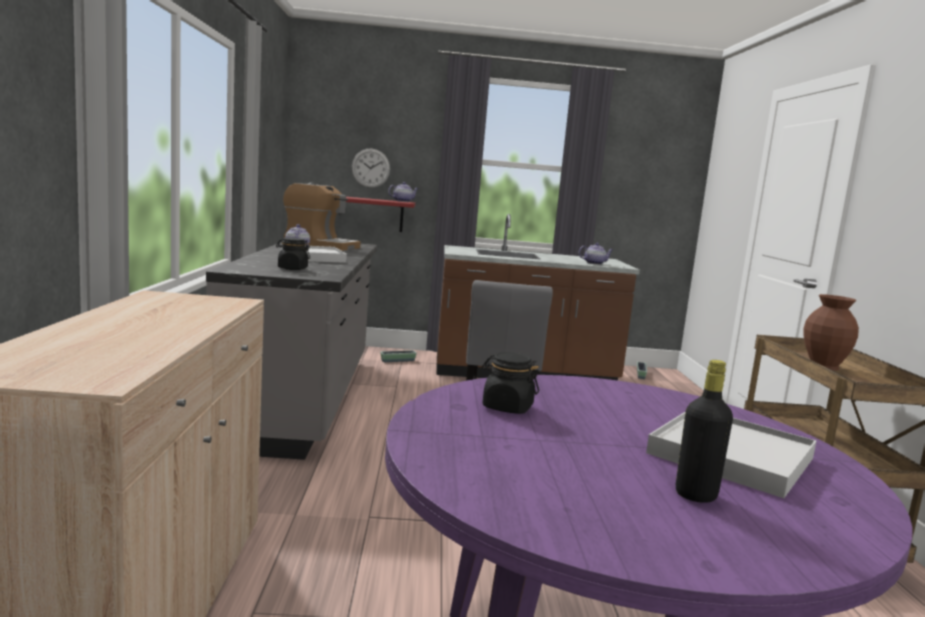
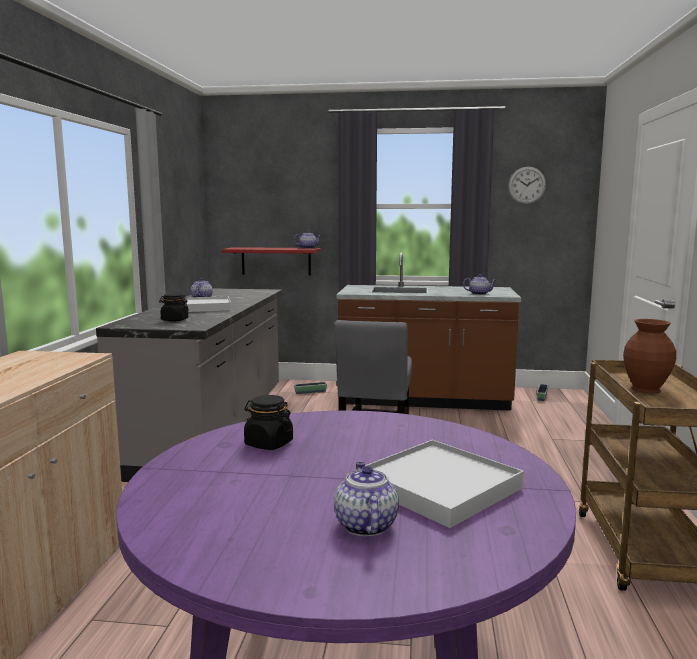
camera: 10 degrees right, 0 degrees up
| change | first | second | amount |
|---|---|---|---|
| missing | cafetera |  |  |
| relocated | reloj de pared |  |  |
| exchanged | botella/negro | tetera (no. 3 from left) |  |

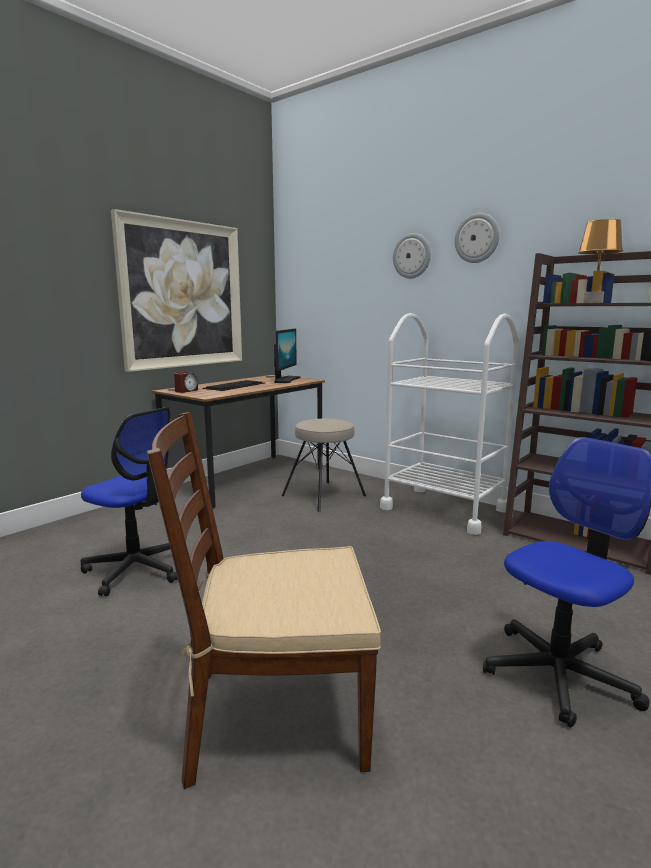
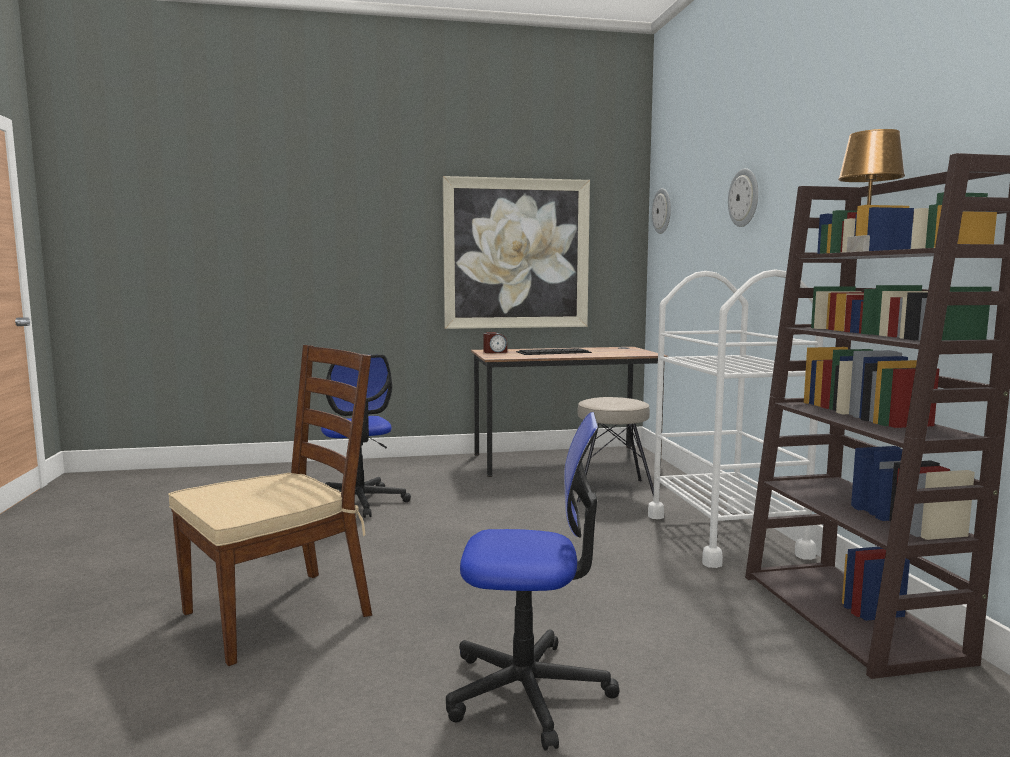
camera: 40 degrees right, 5 degrees down
| change | first | second | amount |
|---|---|---|---|
| missing | monitor |  |  |
| relocated | reloj de pared (no. 2 from left in the first image) | reloj de pared (no. 1 from left) |  |
| spun | silla/marrón |  | 105 degrees clockwise |

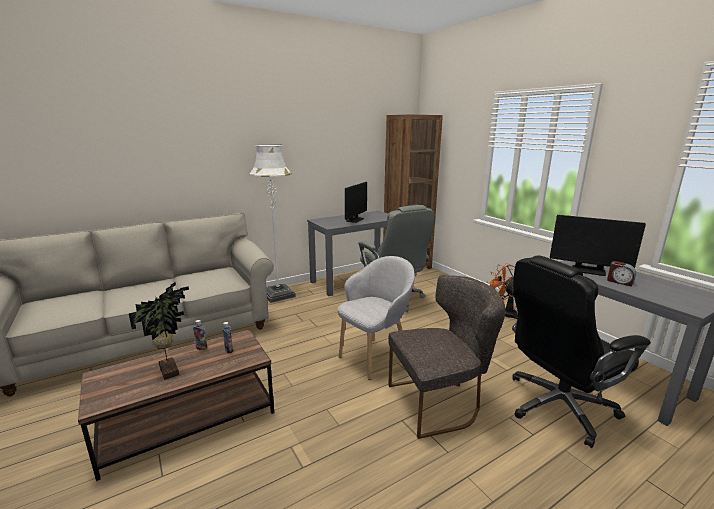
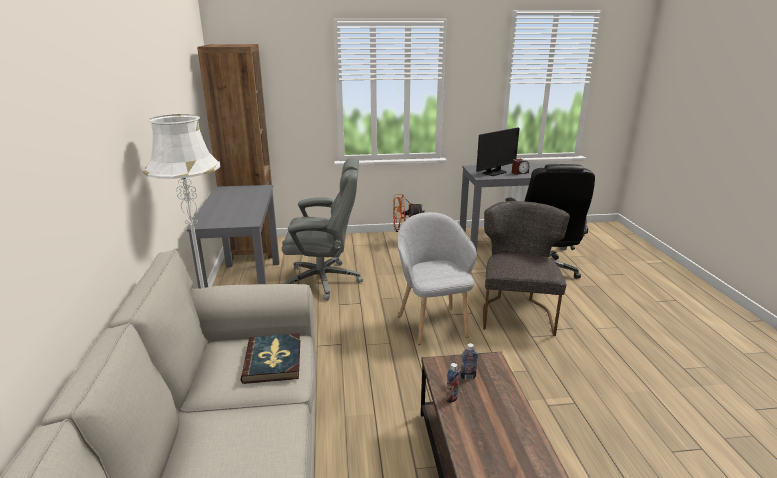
camera: 65 degrees left, 5 degrees up
| change | first | second | amount |
|---|---|---|---|
| missing | planta en maceta |  |  |
| missing | monitor (no. 1 from left) |  |  |
| appeared |  | libro |  |

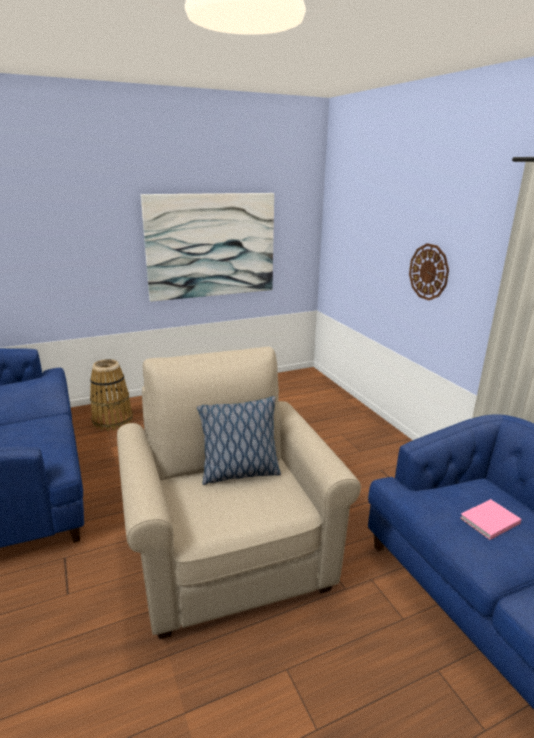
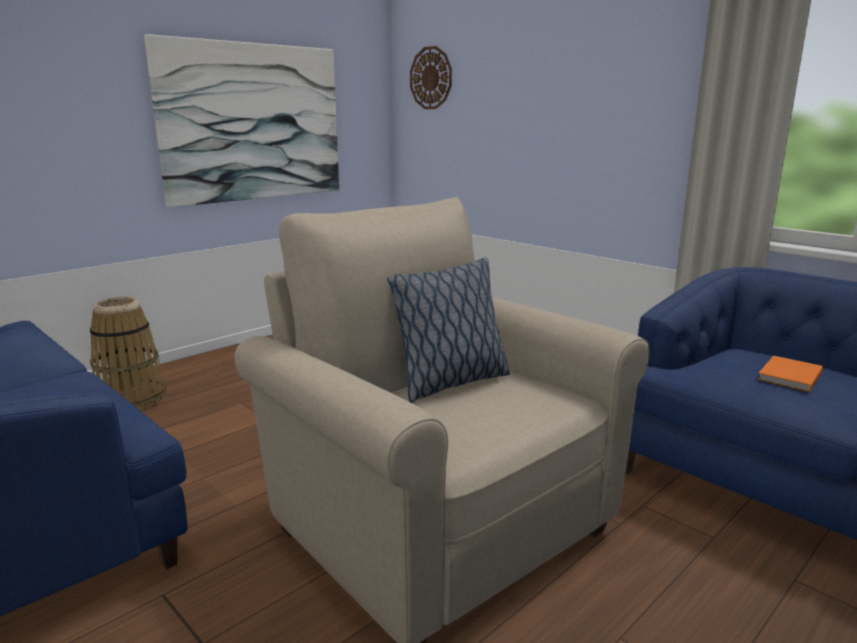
camera: 20 degrees left, 5 degrees down
| change | first | second | amount |
|---|---|---|---|
| relocated | reloj de pared |  |  |
| colour | libro/rosa | libro/naranja |  |

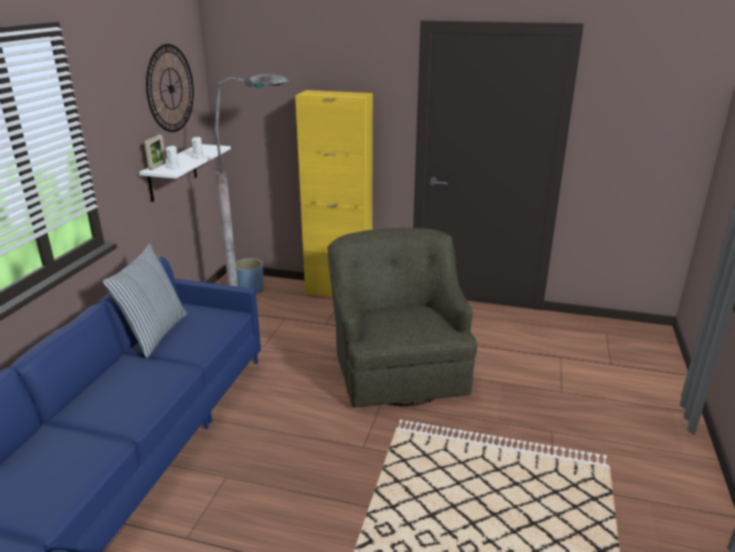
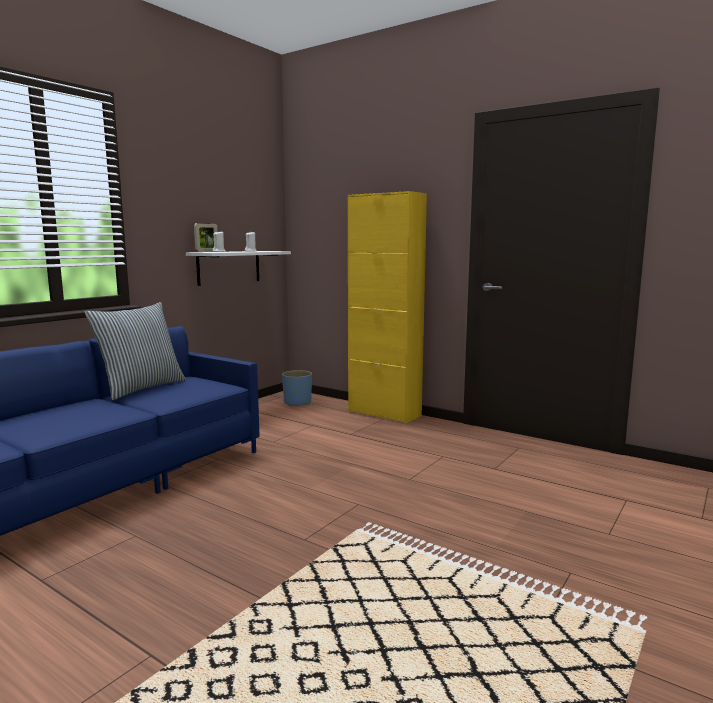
camera: 20 degrees right, 15 degrees down
| change | first | second | amount |
|---|---|---|---|
| missing | reloj de pared |  |  |
| missing | lámpara de pie/gris |  |  |
| missing | sillón/verde |  |  |

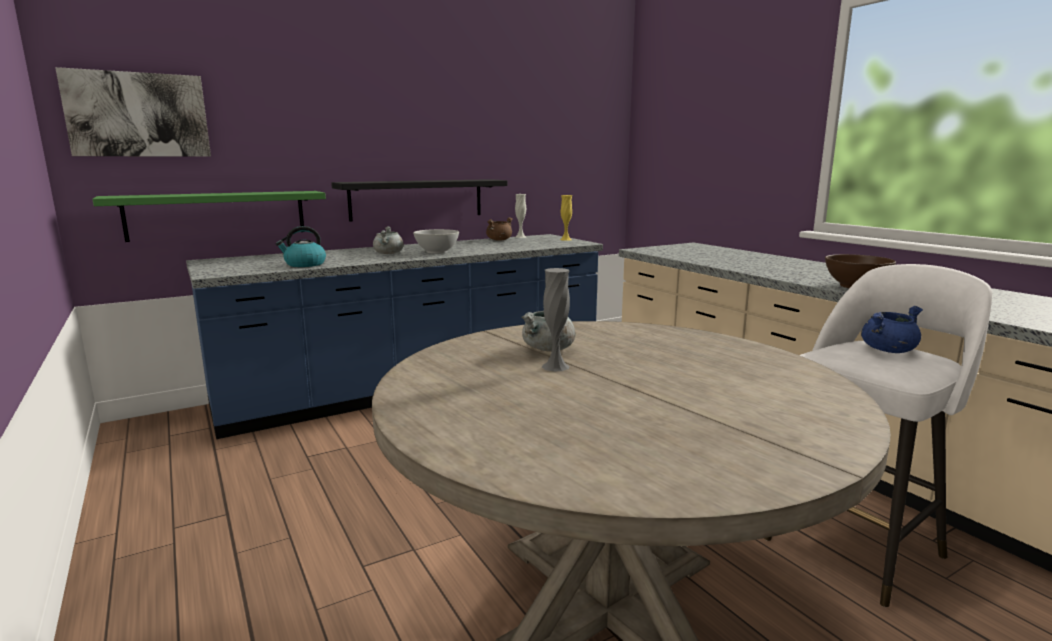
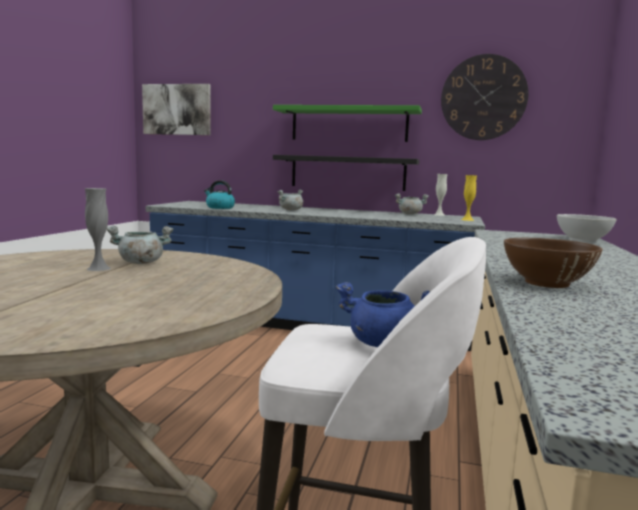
camera: 45 degrees right, 5 degrees down
| change | first | second | amount |
|---|---|---|---|
| appeared |  | reloj de pared |  |
| relocated | estante/verde |  |  |
| relocated | cuenco/blanco |  |  |
| colour | olla/marrón | olla/gris (no. 3 from left) |  |

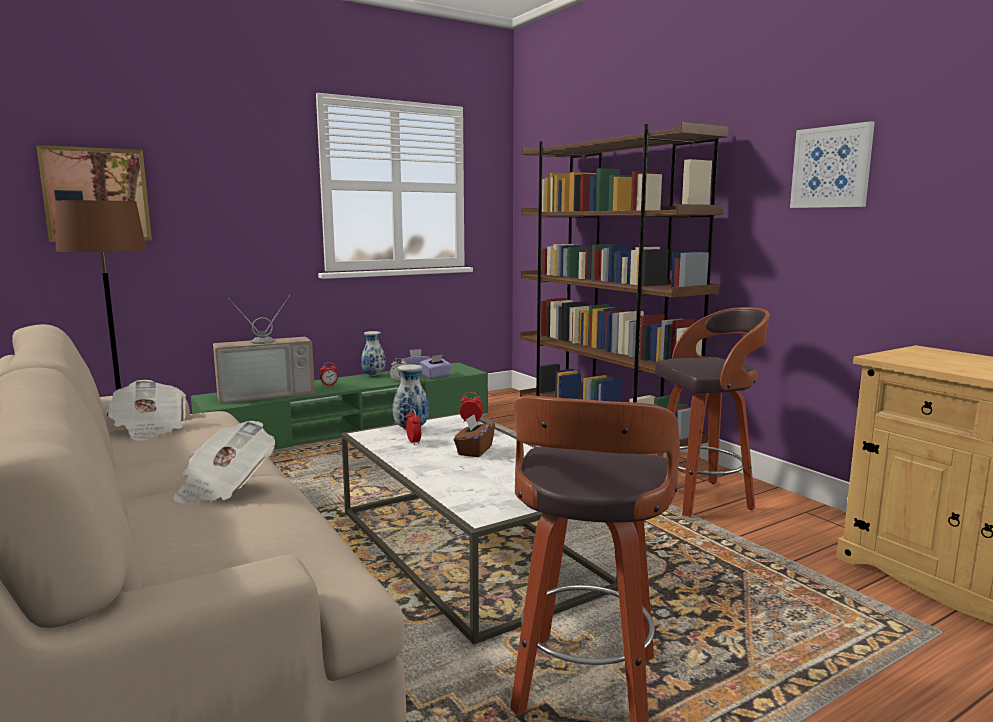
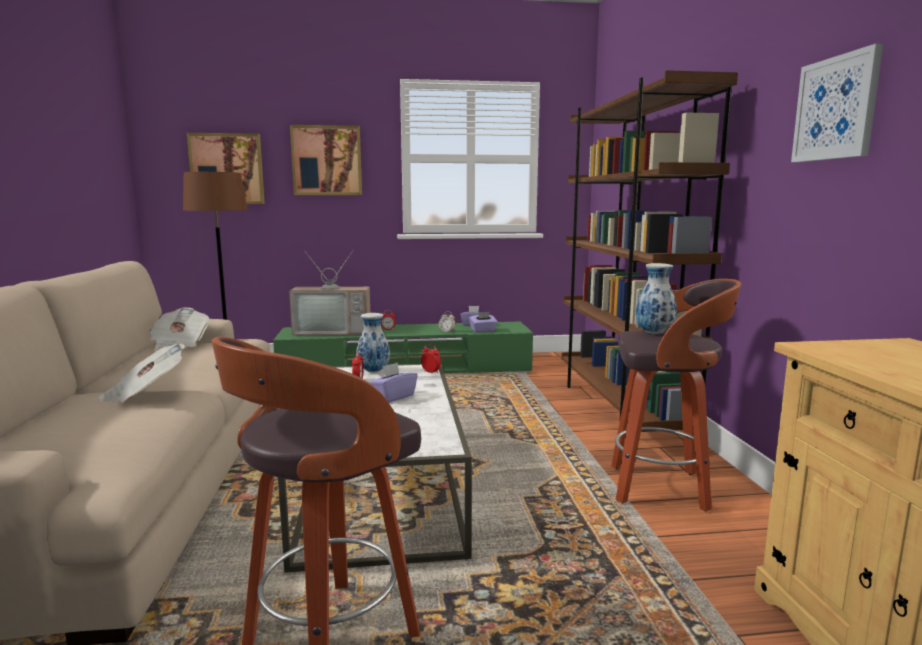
camera: 25 degrees right, 0 degrees up
| change | first | second | amount |
|---|---|---|---|
| appeared |  | cuadro (no. 2 from left) |  |
| relocated | florero (no. 1 from left in the first image) | florero (no. 2 from left) |  |
| colour | caja de pañuelos/marrón | caja de pañuelos/morado (no. 1 from left) |  |

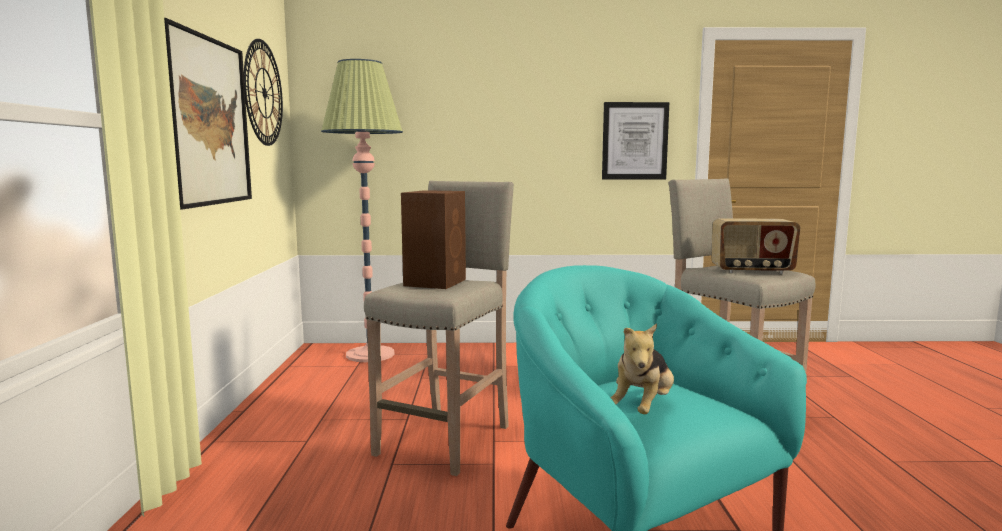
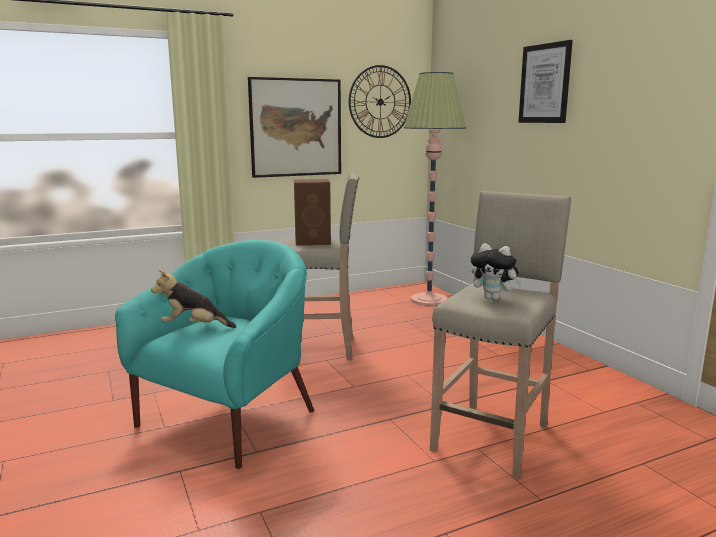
camera: 65 degrees right, 5 degrees up
| change | first | second | amount |
|---|---|---|---|
| relocated | cuadro (no. 2 from left) |  |  |
| exchanged | radio | peluche (no. 2 from left) |  |

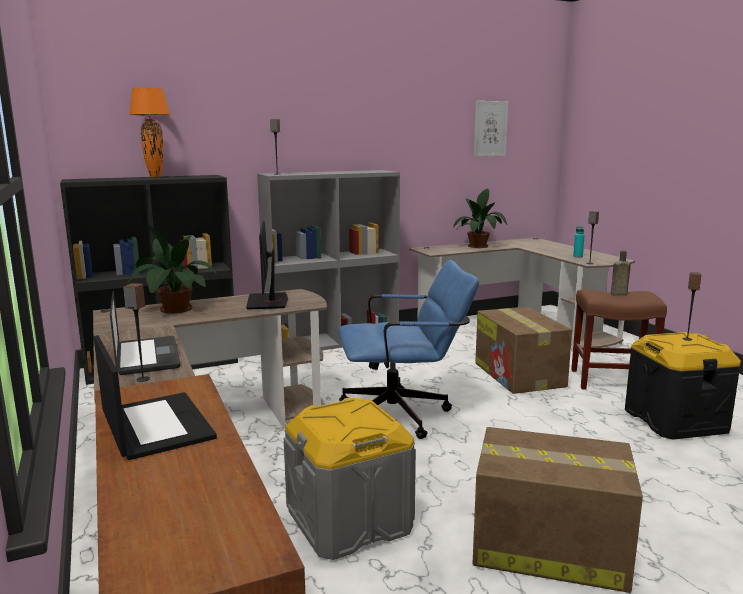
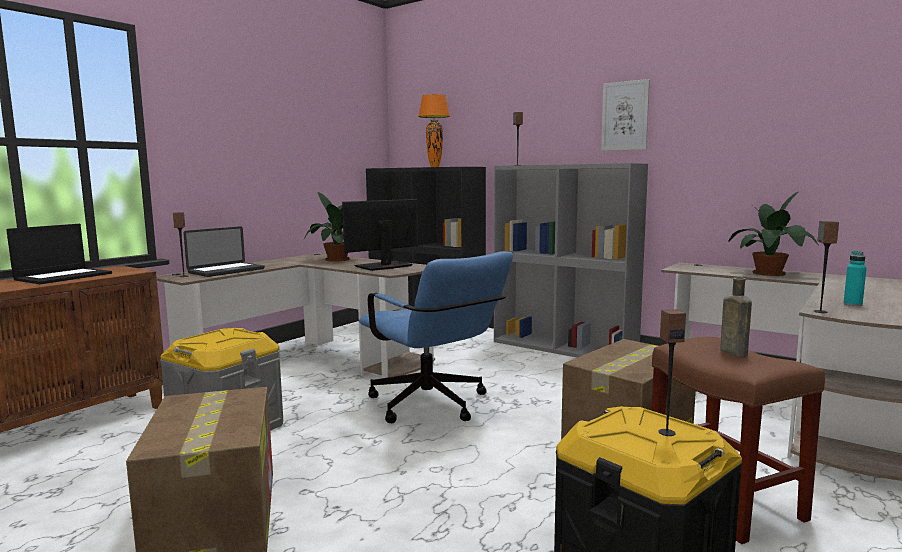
camera: 60 degrees right, 5 degrees down
| change | first | second | amount |
|---|---|---|---|
| relocated | cuadro |  |  |

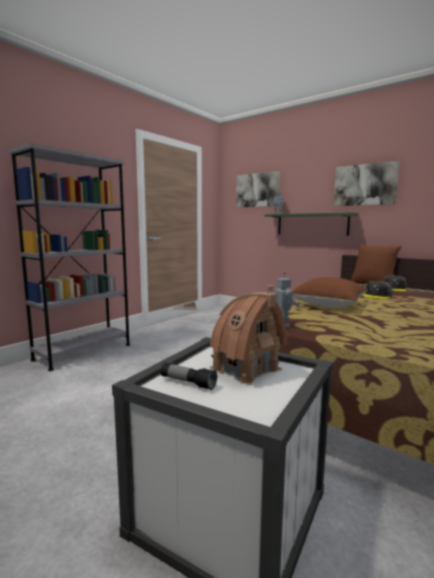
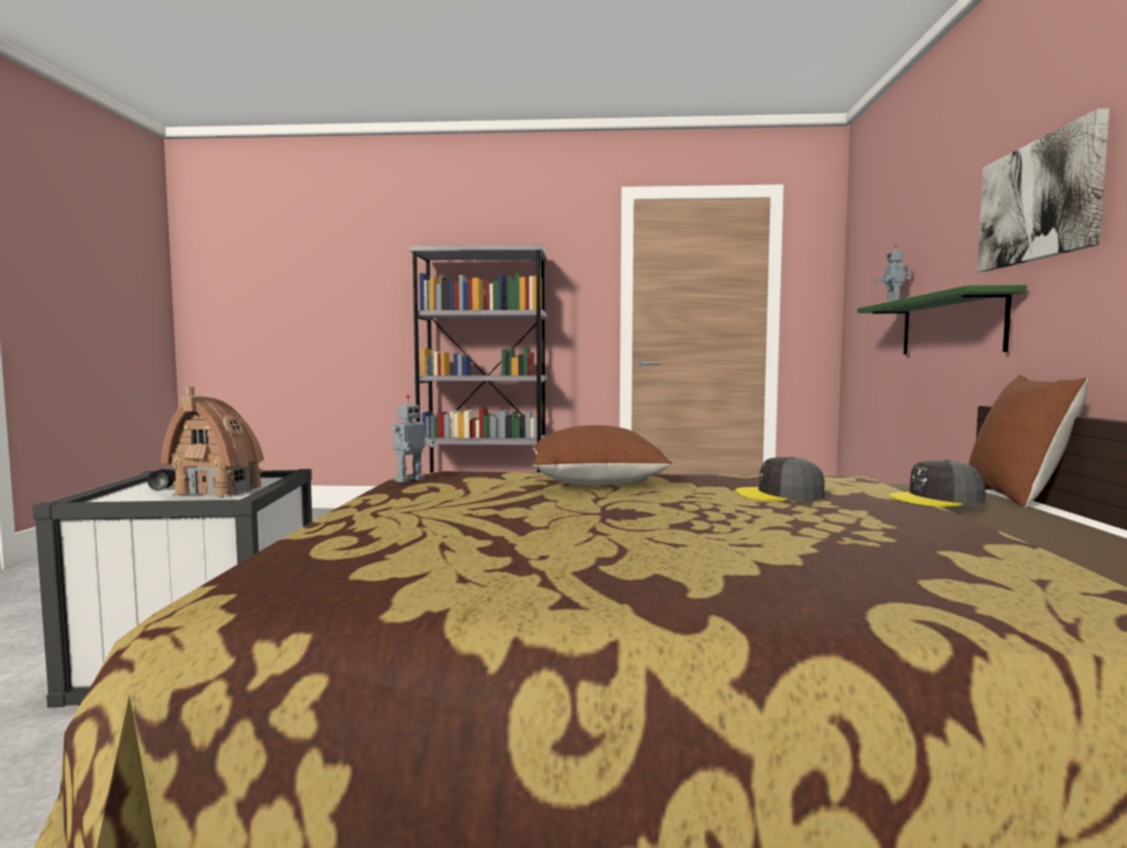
camera: 55 degrees right, 5 degrees down
| change | first | second | amount |
|---|---|---|---|
| missing | cuadro (no. 1 from left) |  |  |

